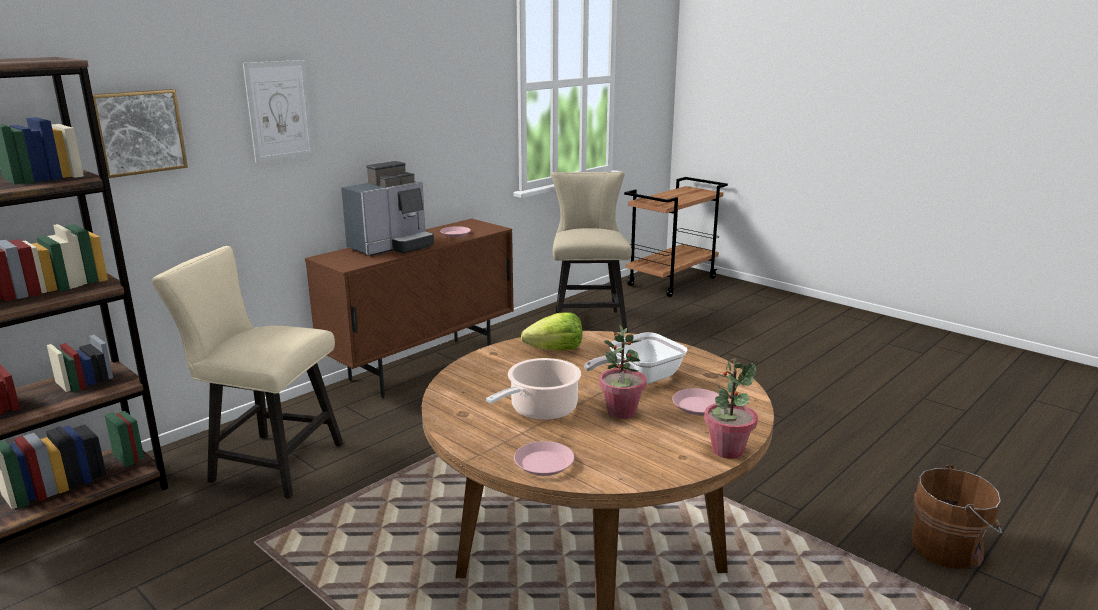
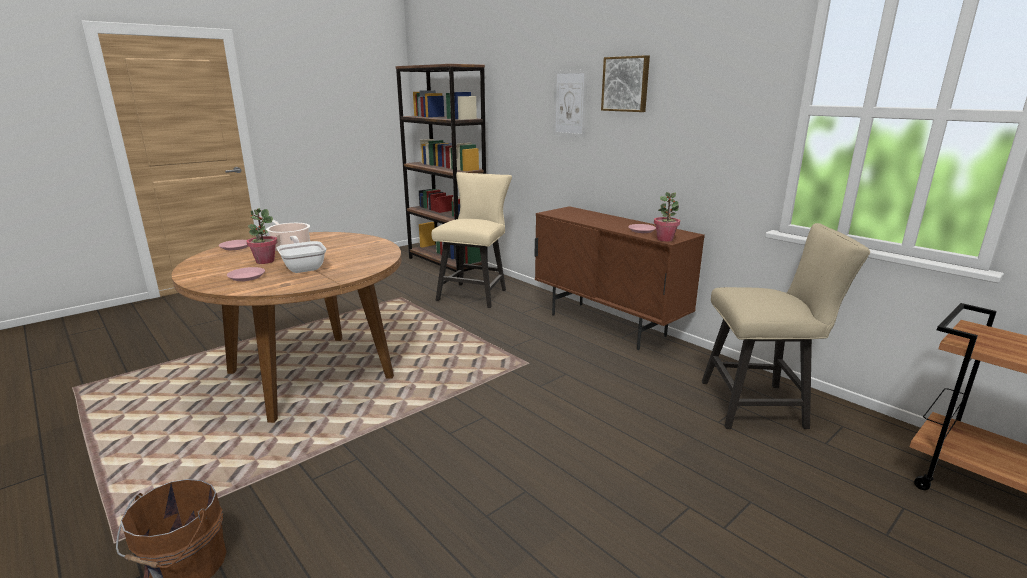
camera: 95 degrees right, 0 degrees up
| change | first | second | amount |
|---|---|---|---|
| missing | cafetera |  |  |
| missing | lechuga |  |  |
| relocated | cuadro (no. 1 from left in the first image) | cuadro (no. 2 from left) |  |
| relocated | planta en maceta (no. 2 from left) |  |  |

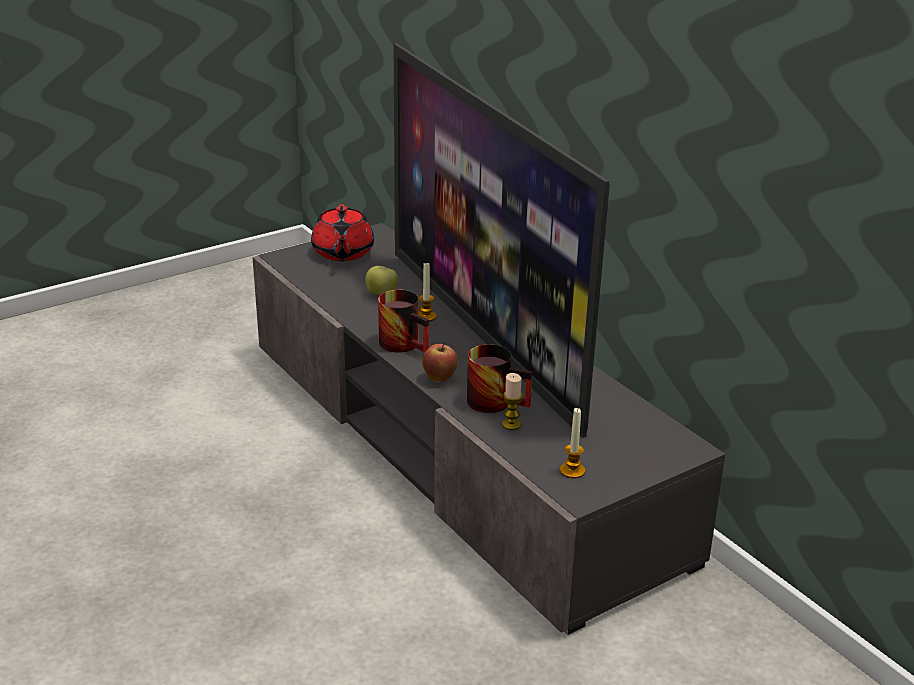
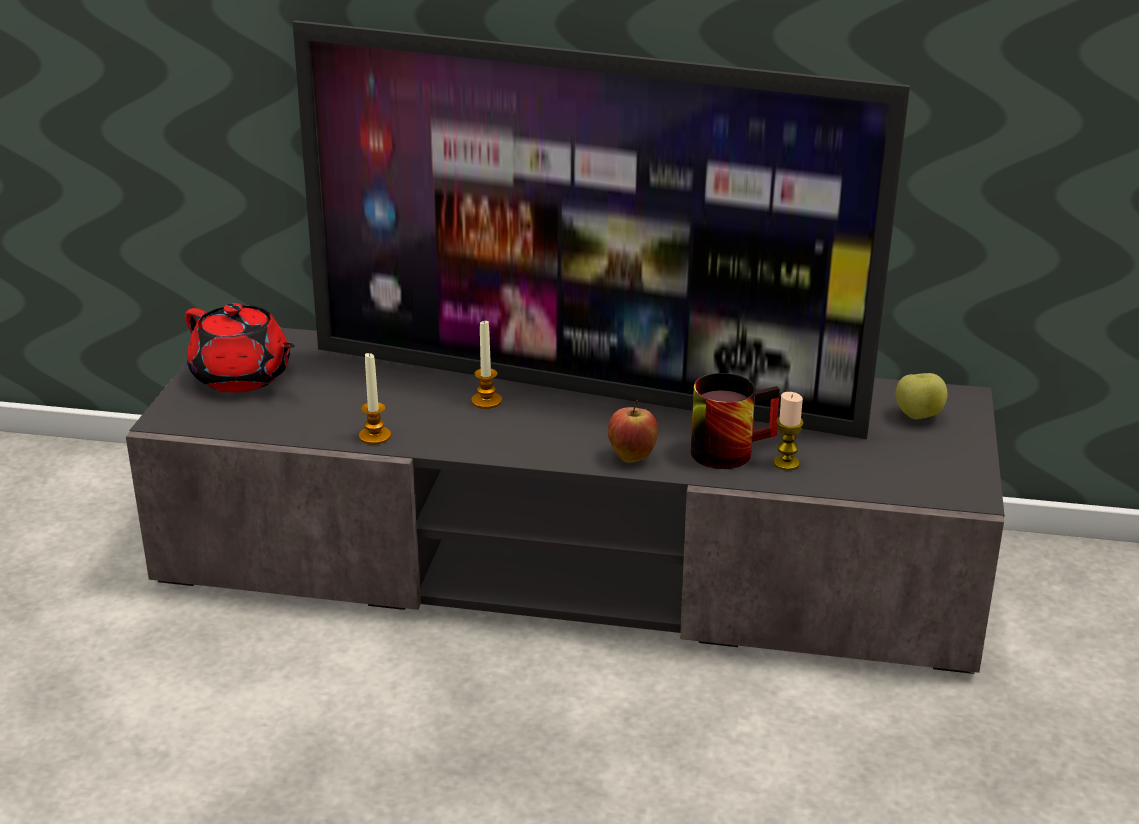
camera: 45 degrees left, 0 degrees up
| change | first | second | amount |
|---|---|---|---|
| missing | taza grande (no. 1 from left) |  |  |
| relocated | manzana (no. 1 from left in the first image) | manzana (no. 2 from left) |  |
| relocated | vela (no. 3 from left in the first image) | vela (no. 1 from left) |  |

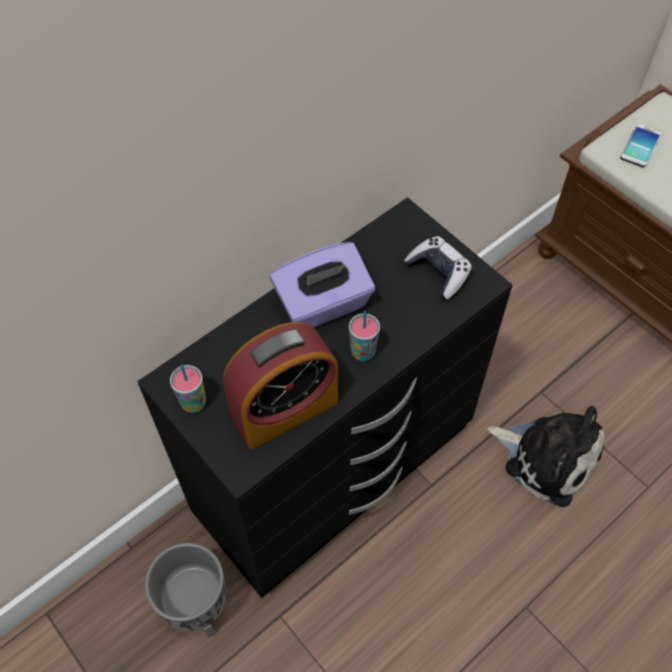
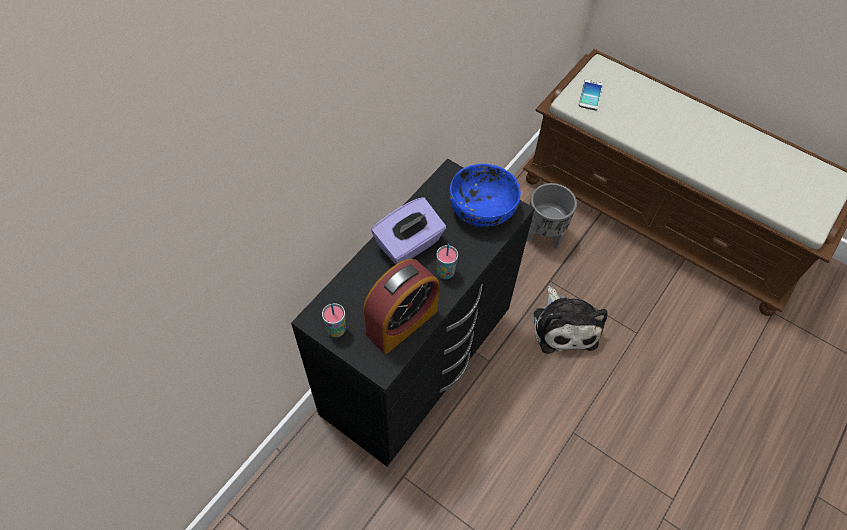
camera: 15 degrees left, 0 degrees up
| change | first | second | amount |
|---|---|---|---|
| relocated | maceta/gris |  |  |
| exchanged | mando de consola | cuenco/azul |  |
| spun | peluche |  | 60 degrees clockwise |

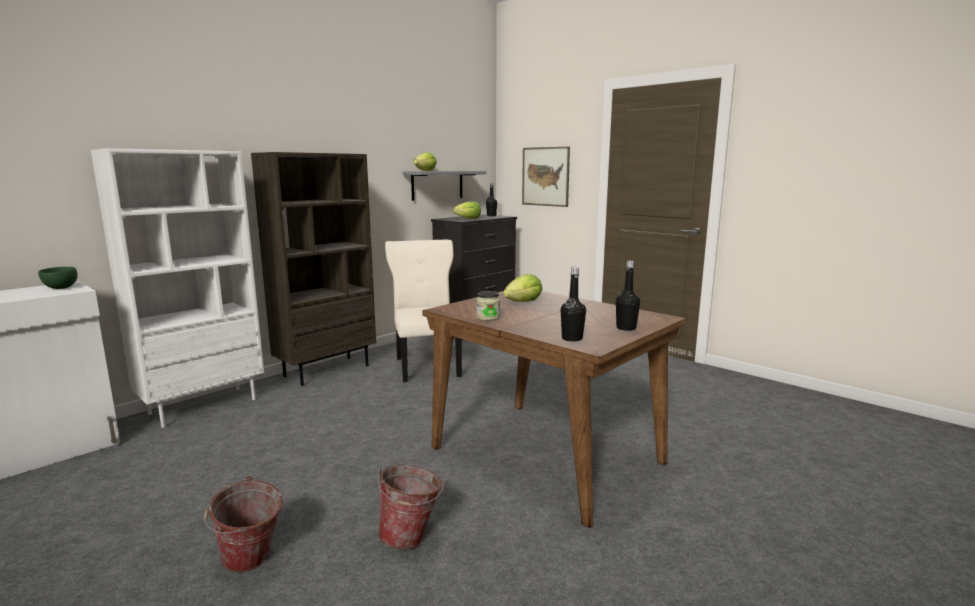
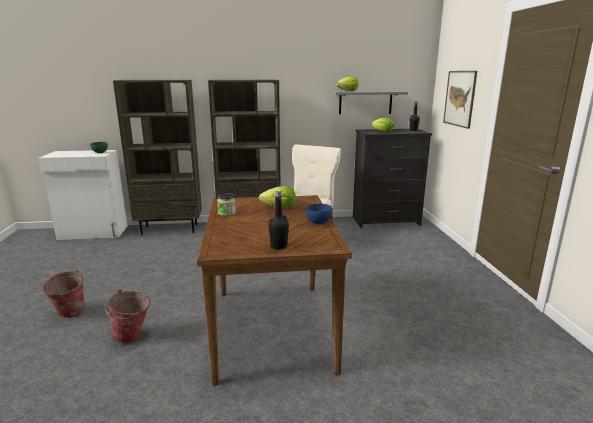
camera: 40 degrees right, 5 degrees up
| change | first | second | amount |
|---|---|---|---|
| missing | botella/negro (no. 2 from left) |  |  |
| appeared |  | cuenco/azul |  |
| colour | estantería/blanco | estantería/marrón (no. 1 from left) |  |

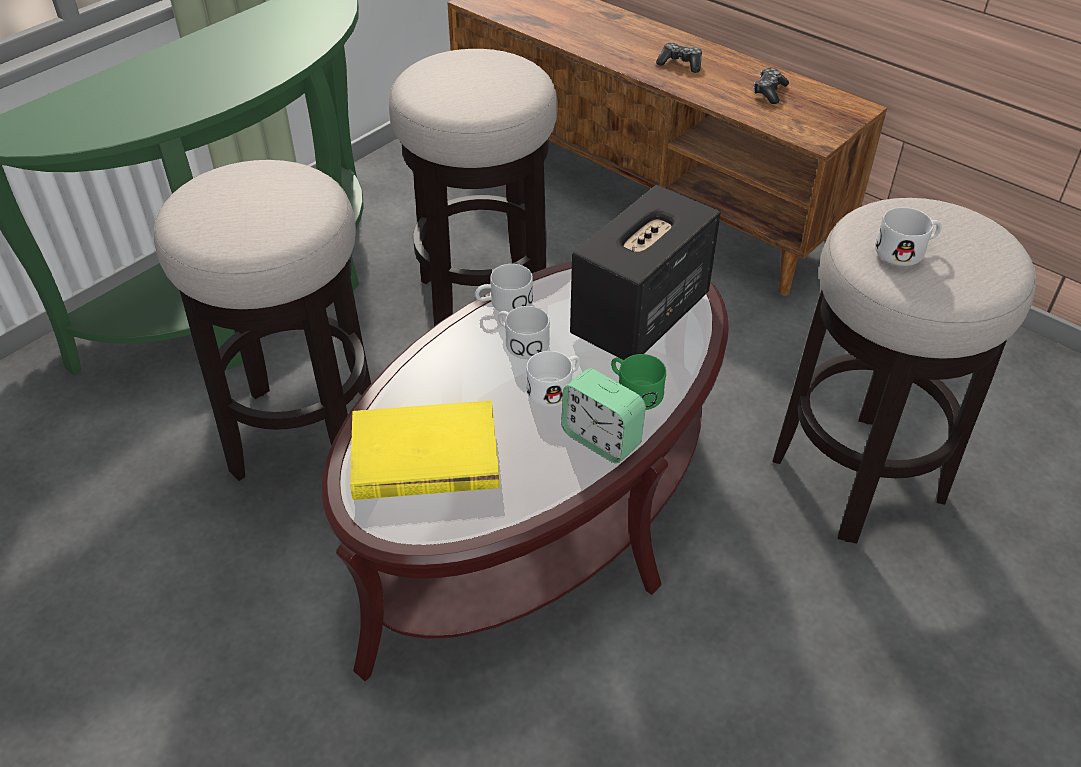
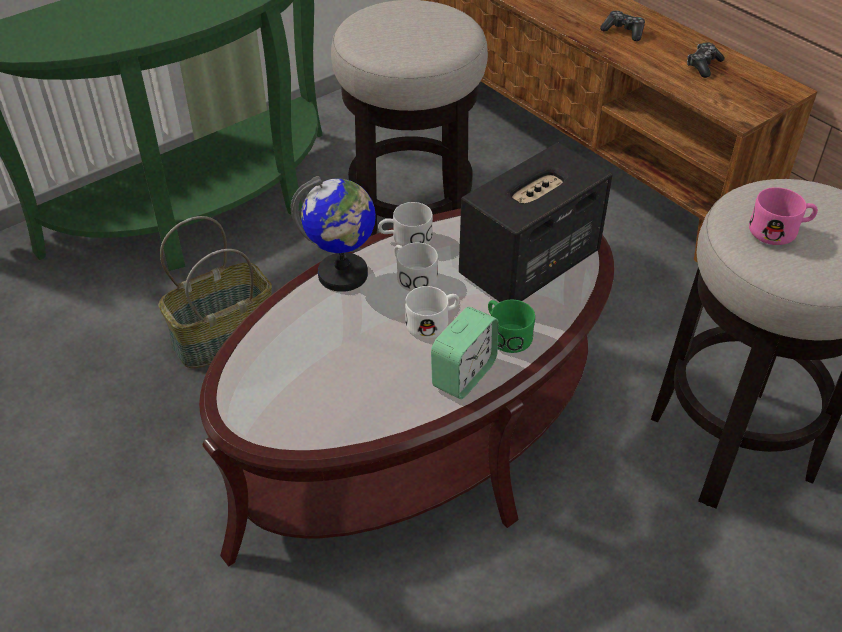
camera: 10 degrees right, 0 degrees up
| change | first | second | amount |
|---|---|---|---|
| missing | libro/amarillo |  |  |
| appeared |  | globo terráqueo |  |
| exchanged | taburete (no. 1 from left) | cesta |  |
| colour | taza grande/blanco (no. 4 from left) | taza grande/rosa |  |
| spun | despertador |  | 105 degrees counterclockwise |

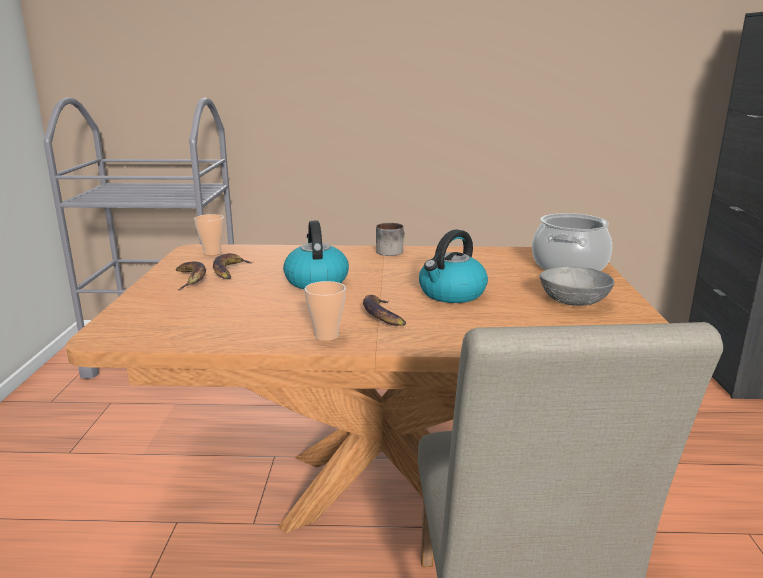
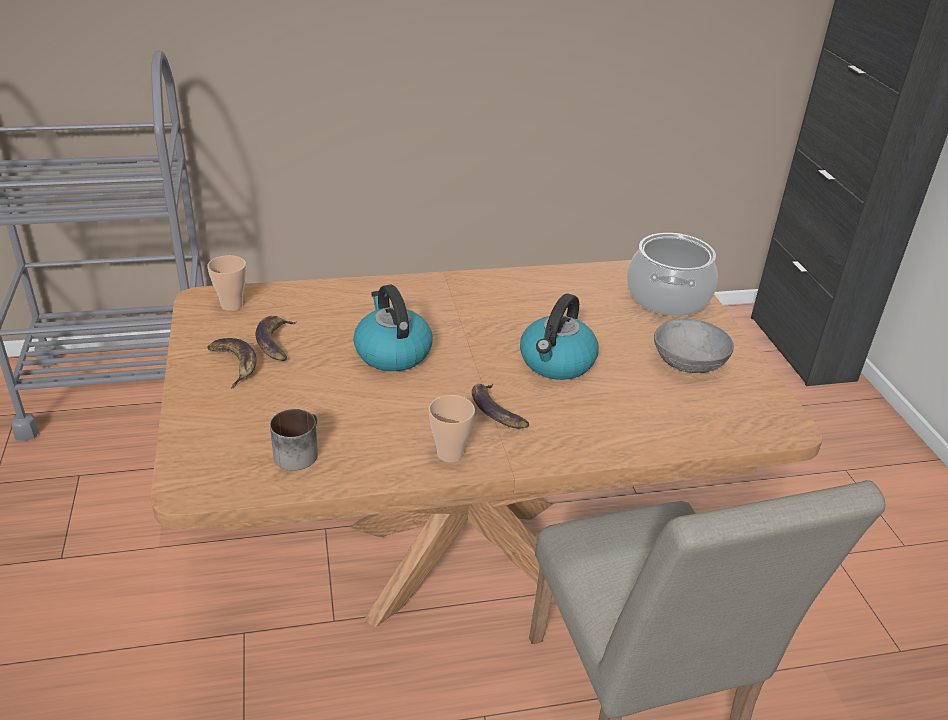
camera: 15 degrees left, 15 degrees up
| change | first | second | amount |
|---|---|---|---|
| relocated | taza grande |  |  |

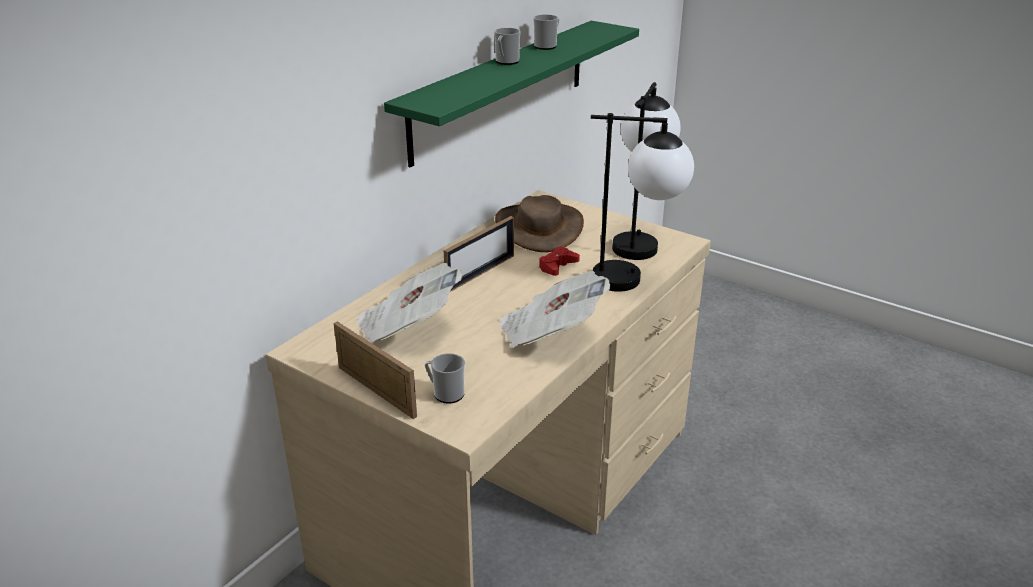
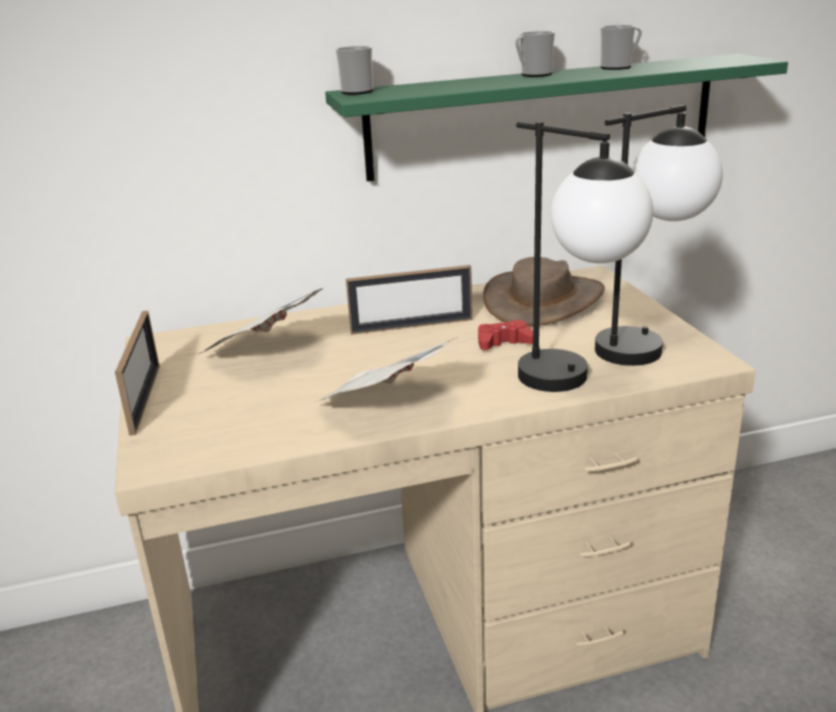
camera: 40 degrees right, 5 degrees down
| change | first | second | amount |
|---|---|---|---|
| relocated | taza grande (no. 1 from left) |  |  |

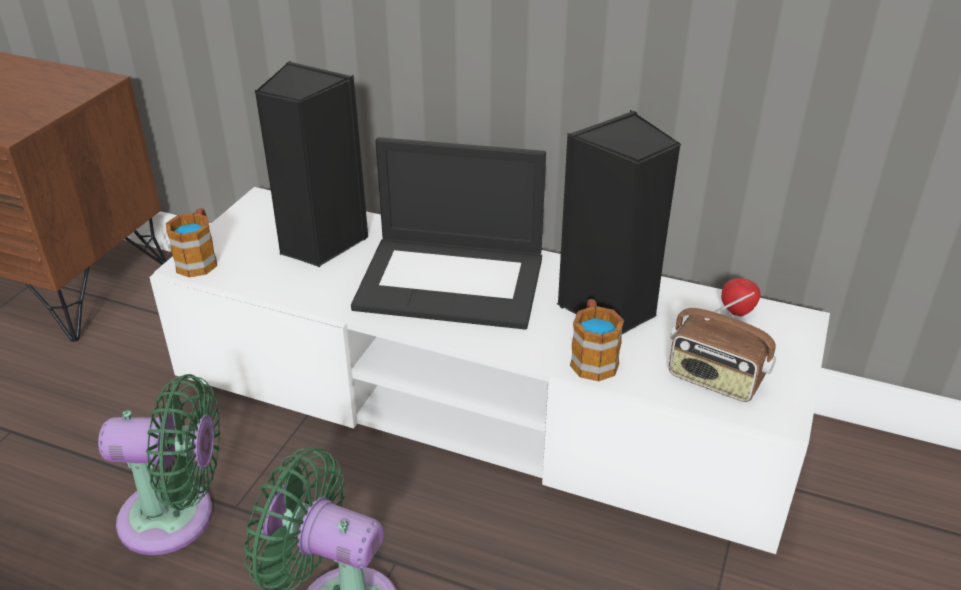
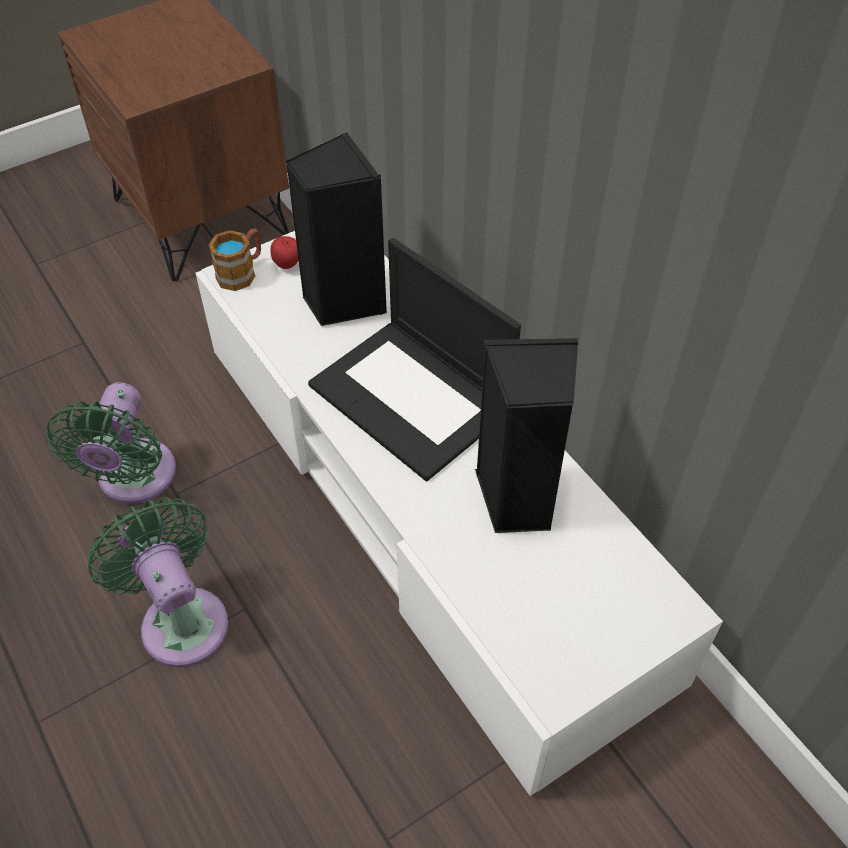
camera: 35 degrees right, 15 degrees up
| change | first | second | amount |
|---|---|---|---|
| missing | taza grande (no. 2 from left) |  |  |
| missing | radio |  |  |
| relocated | manzana |  |  |
| spun | ventilador/verde (no. 1 from left) |  | 60 degrees clockwise |

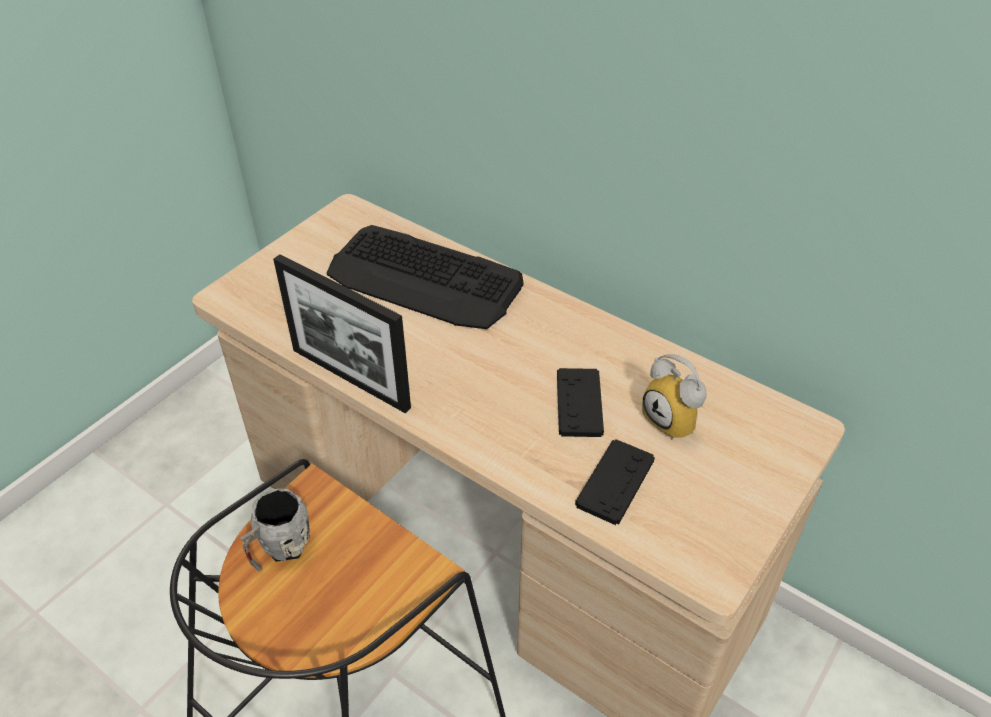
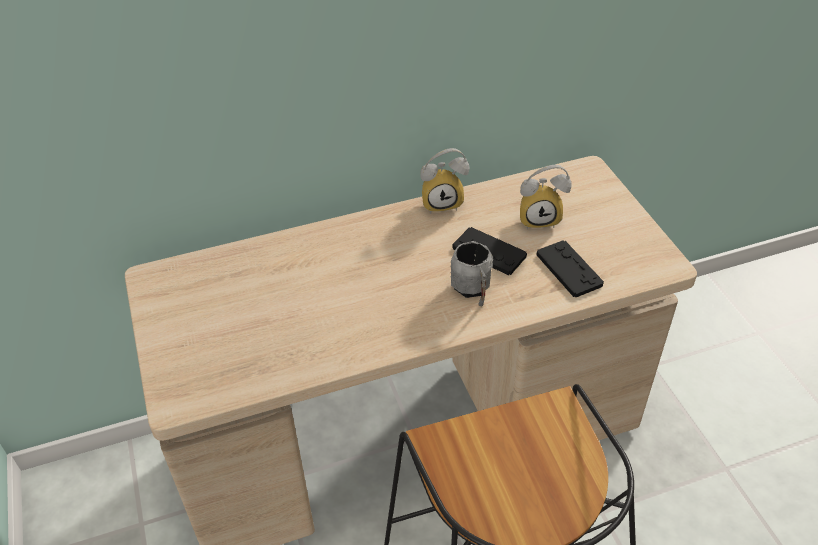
camera: 55 degrees left, 0 degrees up
| change | first | second | amount |
|---|---|---|---|
| missing | portarretratos |  |  |
| missing | teclado |  |  |
| appeared |  | despertador (no. 1 from left) |  |
| relocated | taza grande/gris |  |  |

